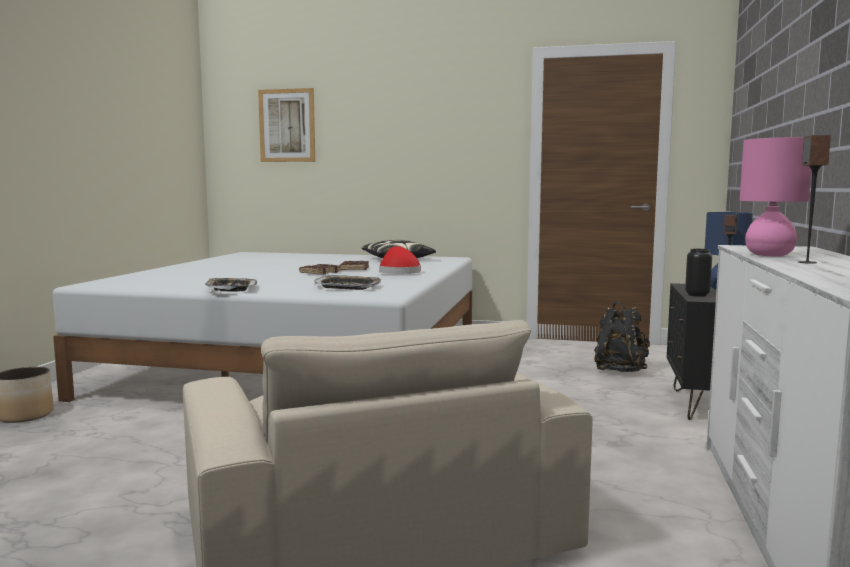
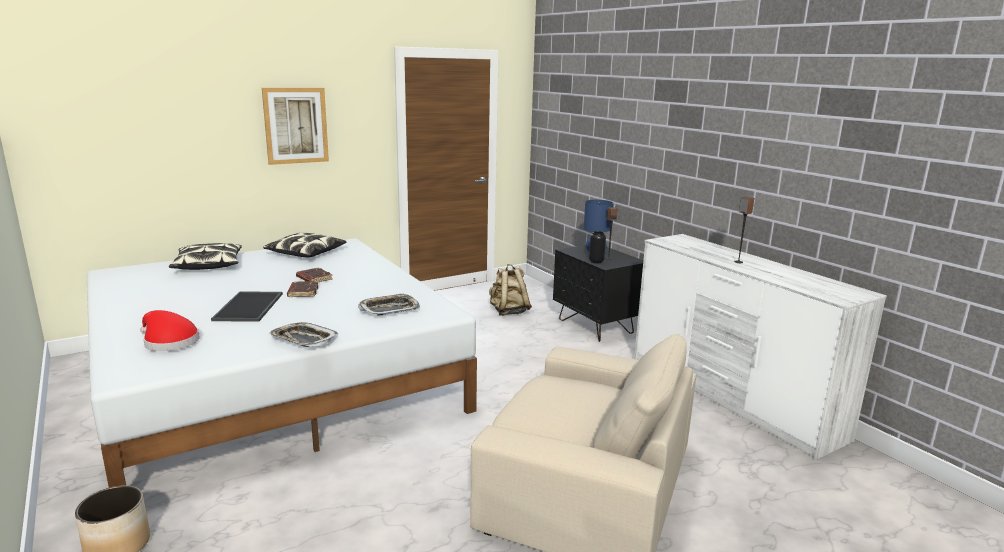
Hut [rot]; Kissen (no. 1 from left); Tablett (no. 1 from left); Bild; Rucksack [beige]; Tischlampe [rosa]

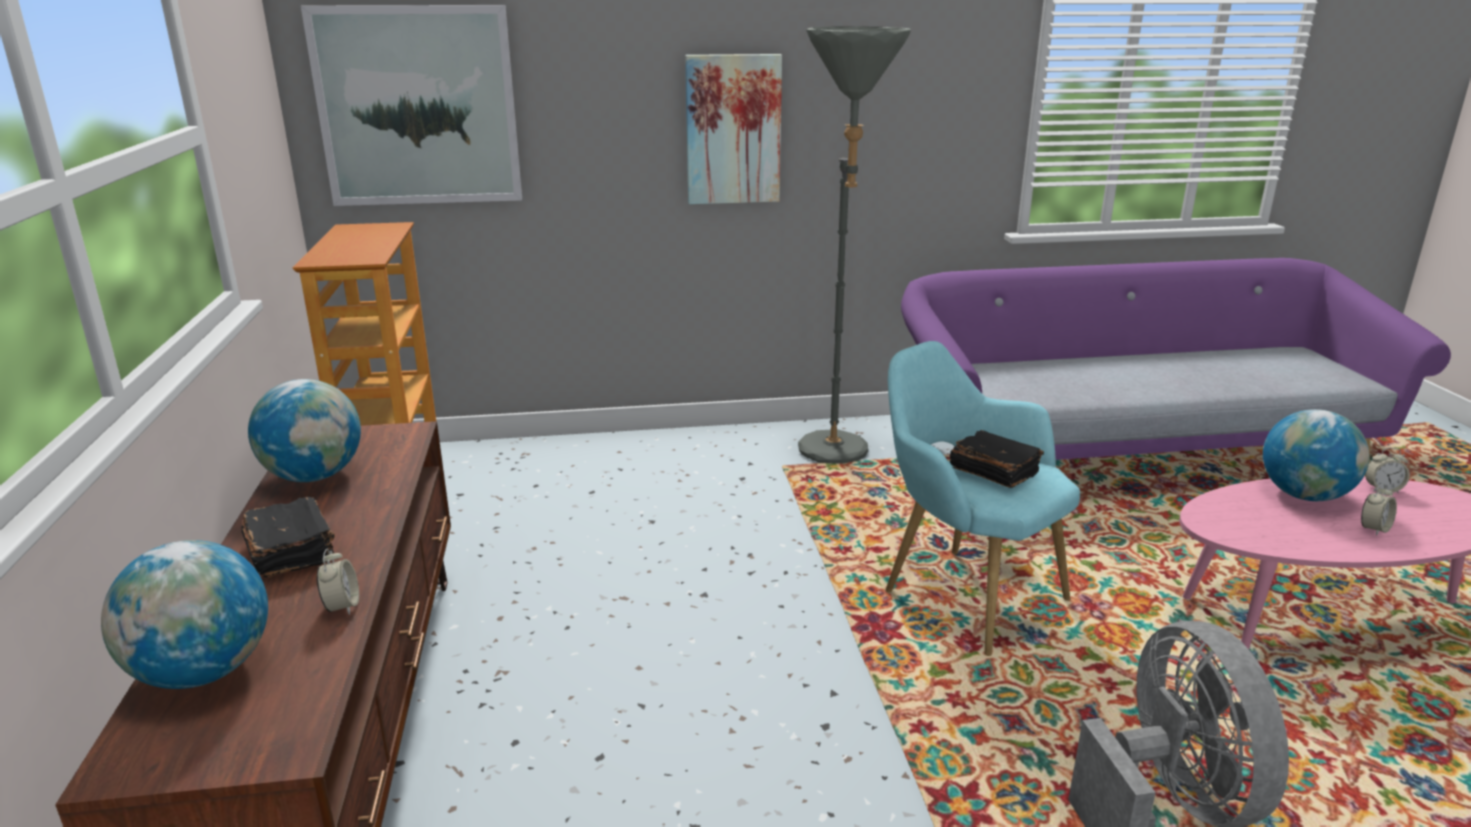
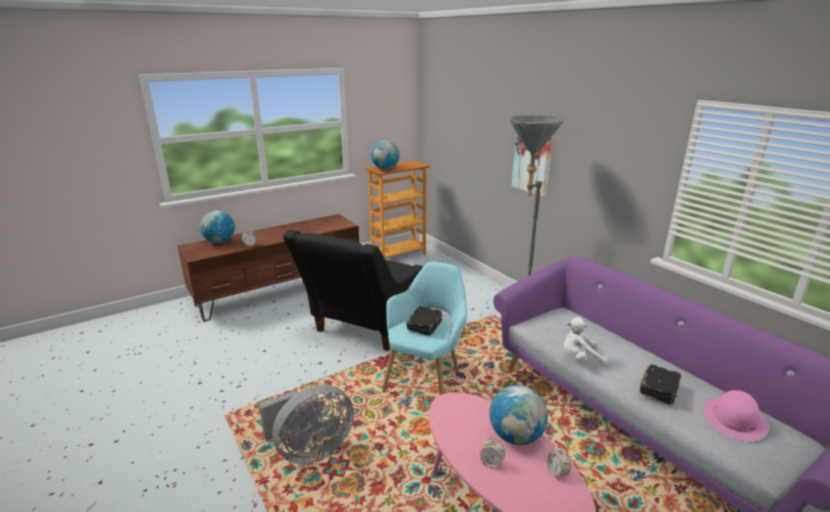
Sessel [schwarz]; Globus (no. 2 from left); Plüschtier [weiß]; Buch [schwarz] (no. 2 from left); Hut [rosa]; Bild (no. 1 from left in the first image)

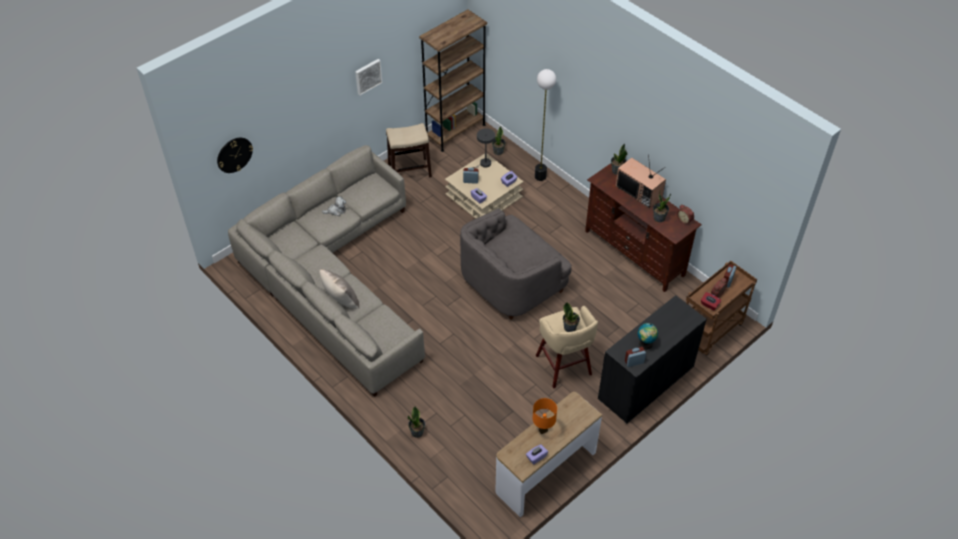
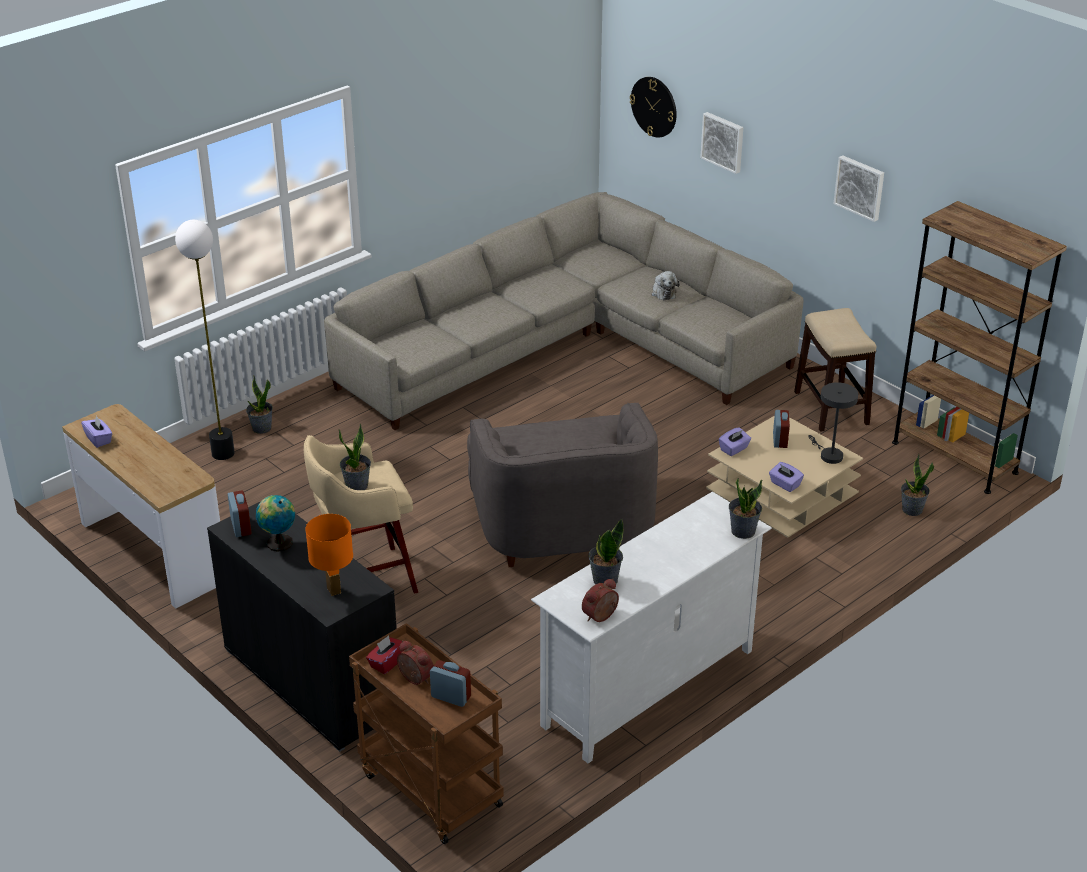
Stehlampe; Tischlampe [orange]; Sessel [grau]; Fernsehschrank [weiß]; Bild (no. 1 from left); Kissen [beige]; Fernseher

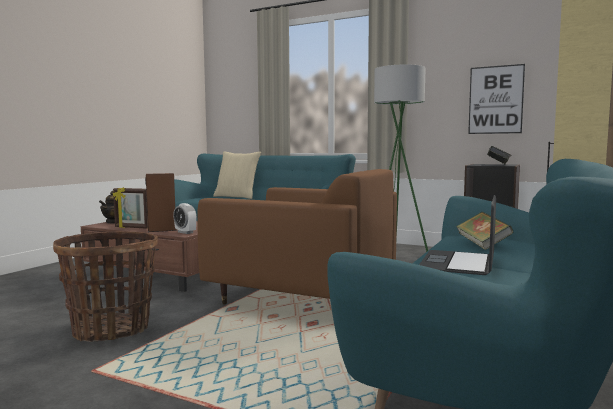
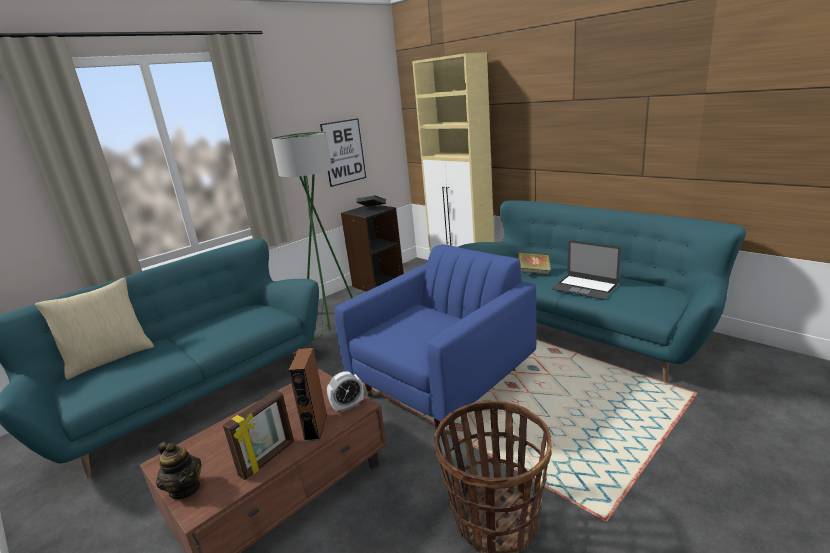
Sessel [blau]

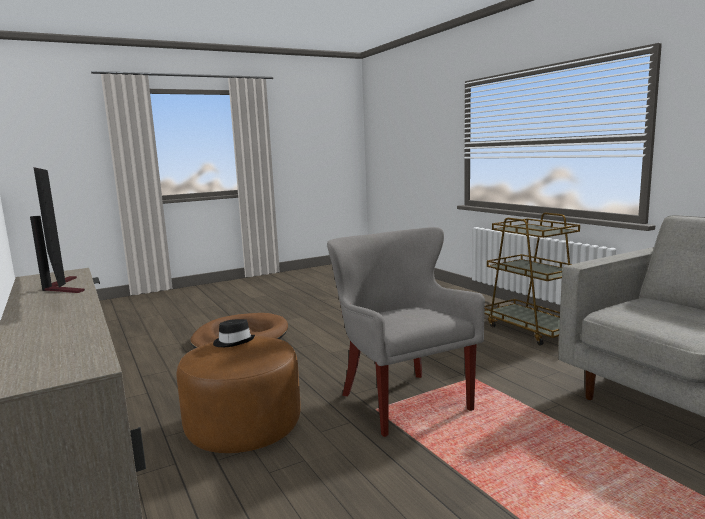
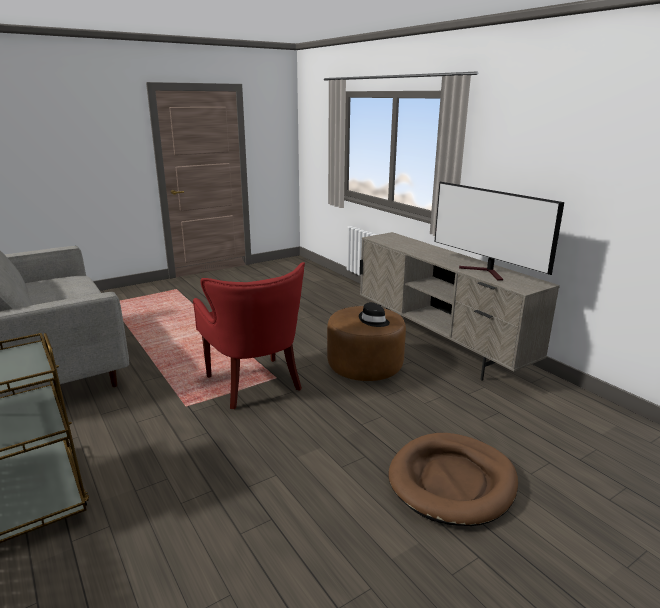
Sessel [rot]

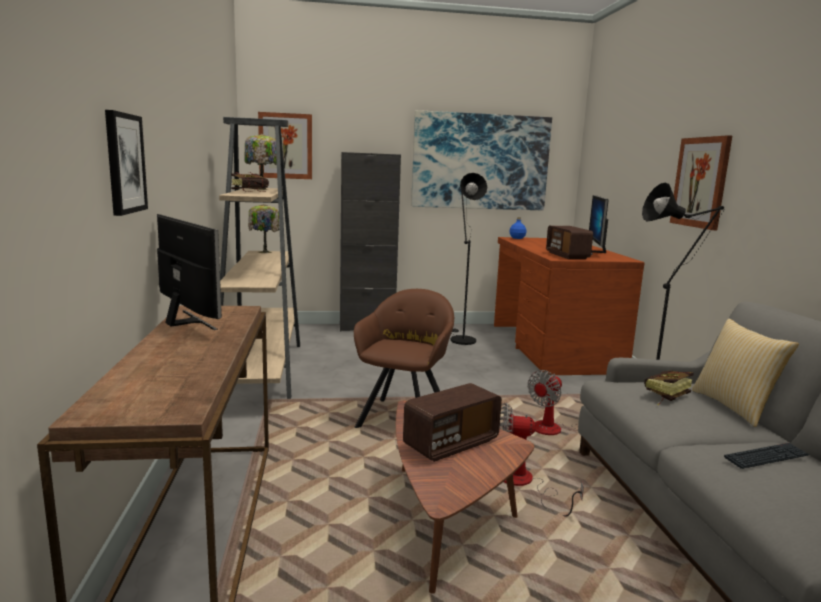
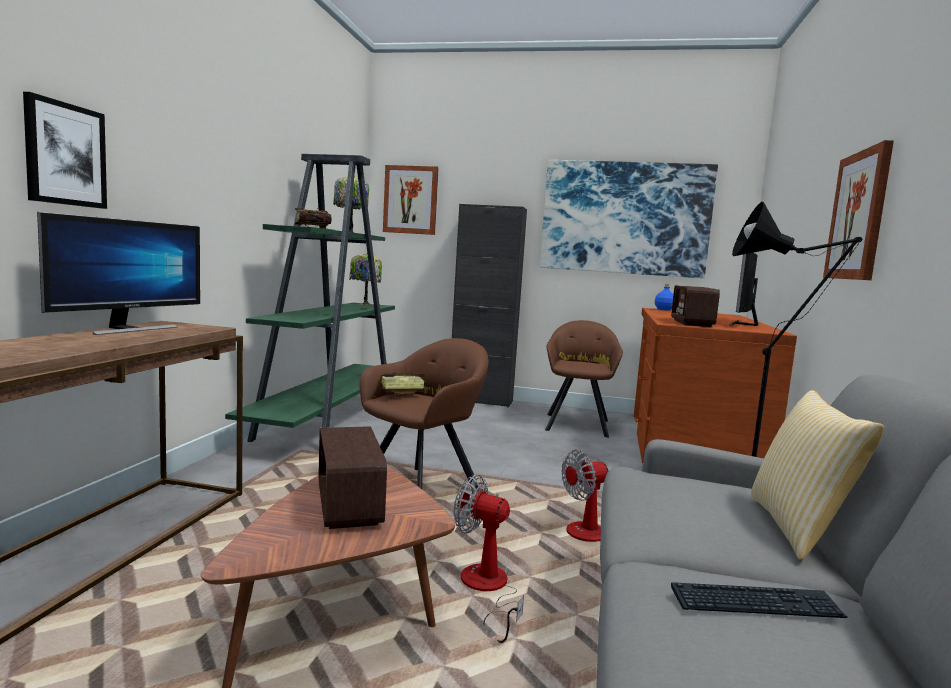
Monitor (no. 1 from left); Bücherregal [grün]; Radio (no. 1 from left); Buch (no. 2 from left); Sessel [braun] (no. 2 from left)

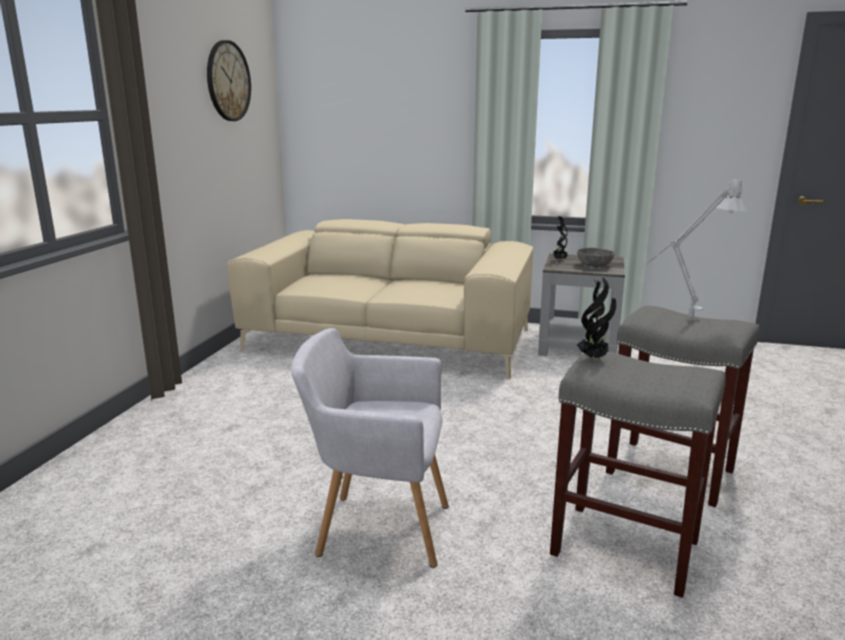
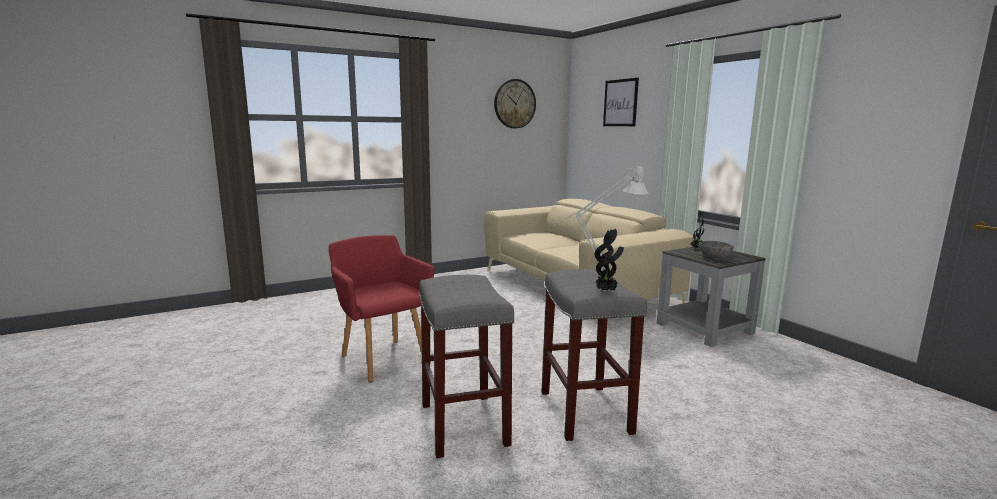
Sessel [rot]; Topfpflanze (no. 1 from left); Bild

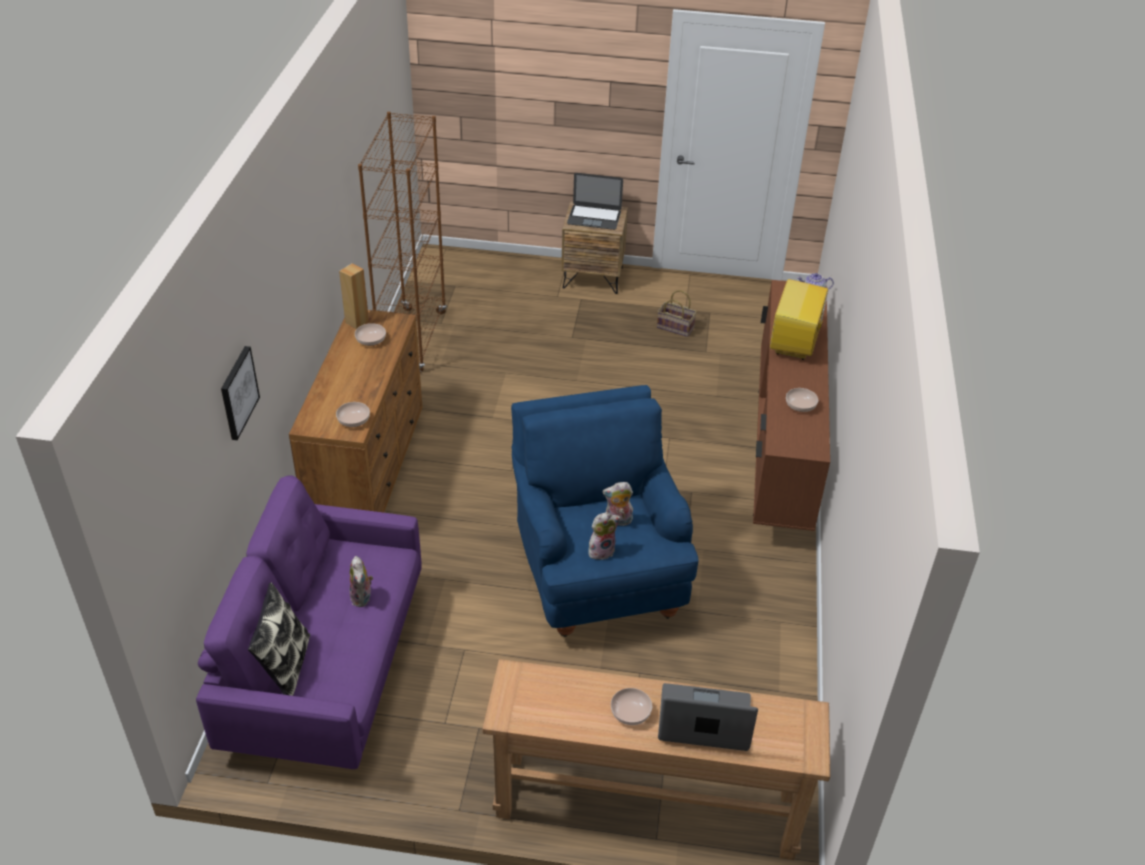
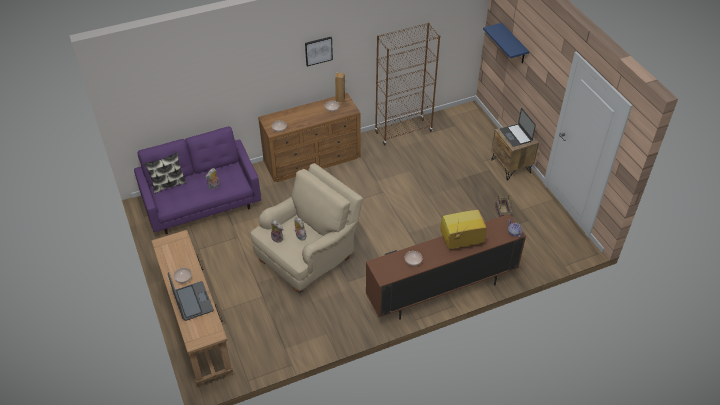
Sessel [beige]; Bild; Wandregal [blau]

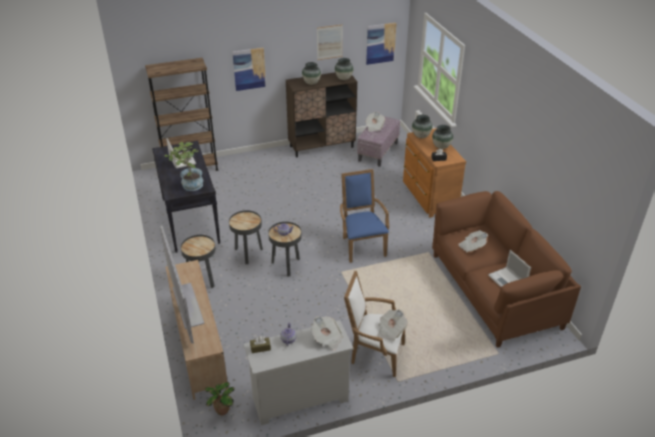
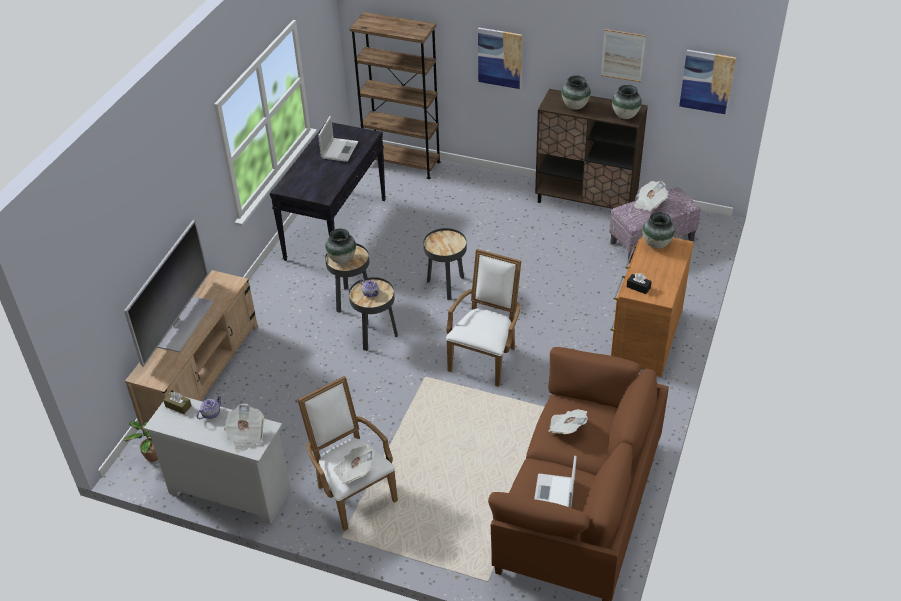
Vase (no. 1 from left); Beistelltisch [schwarz] (no. 3 from left); Sessel [weiß] (no. 2 from left); Topfpflanze (no. 1 from left in the first image)

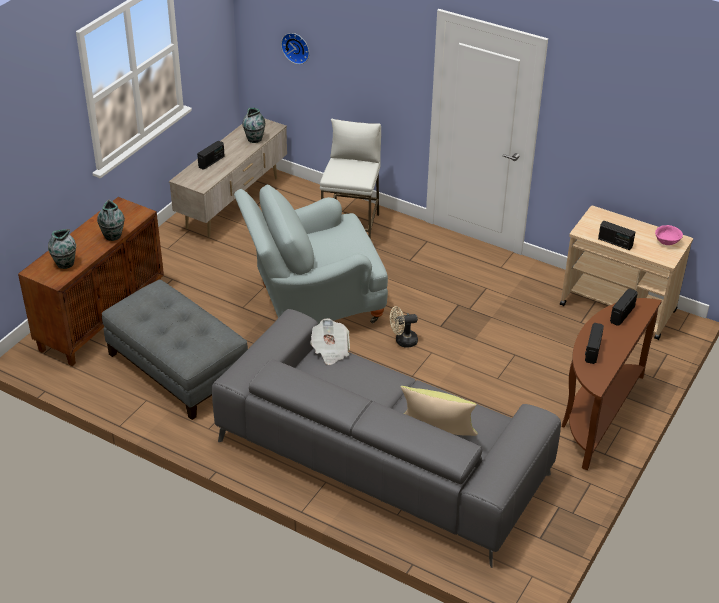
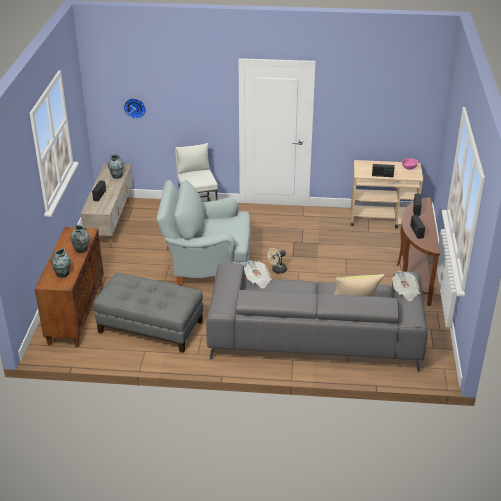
Sessel [grau]; Zeitung (no. 2 from left)

